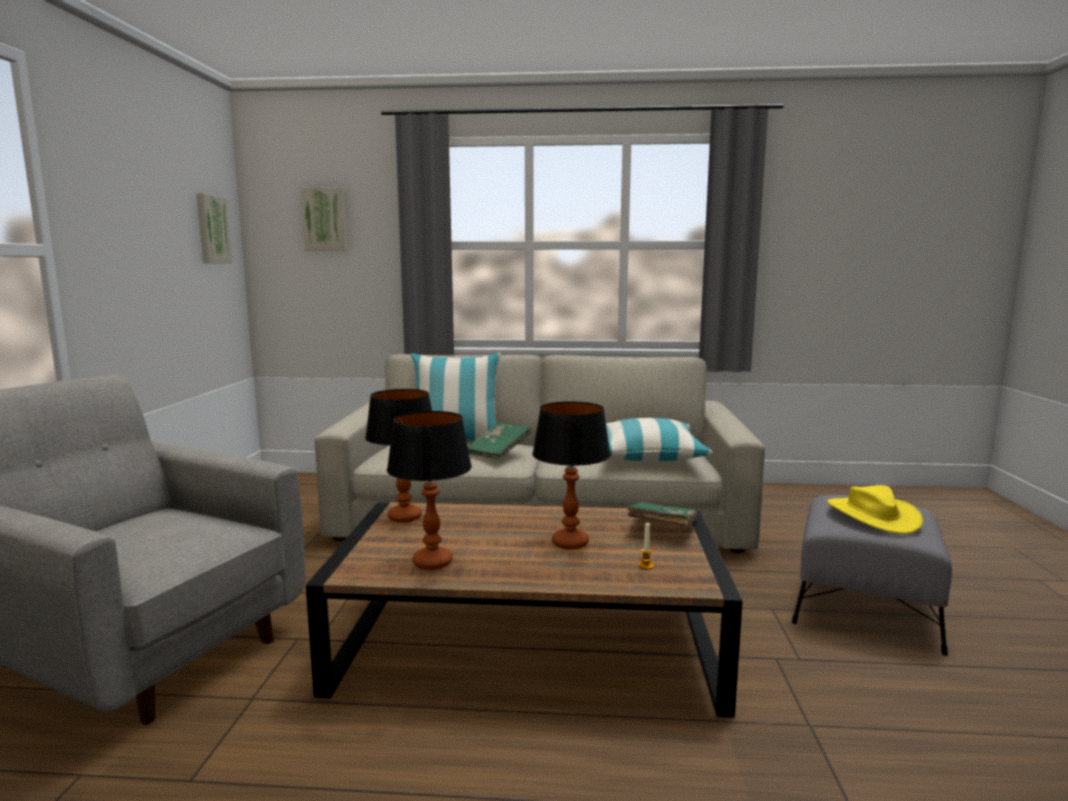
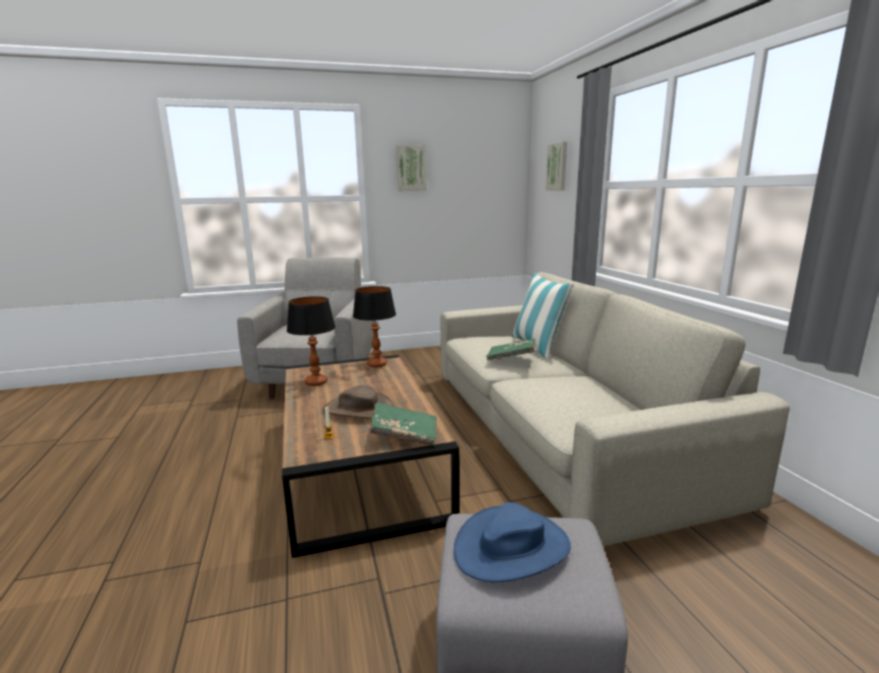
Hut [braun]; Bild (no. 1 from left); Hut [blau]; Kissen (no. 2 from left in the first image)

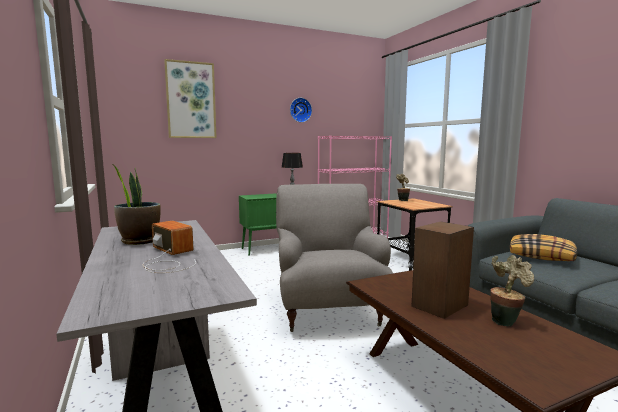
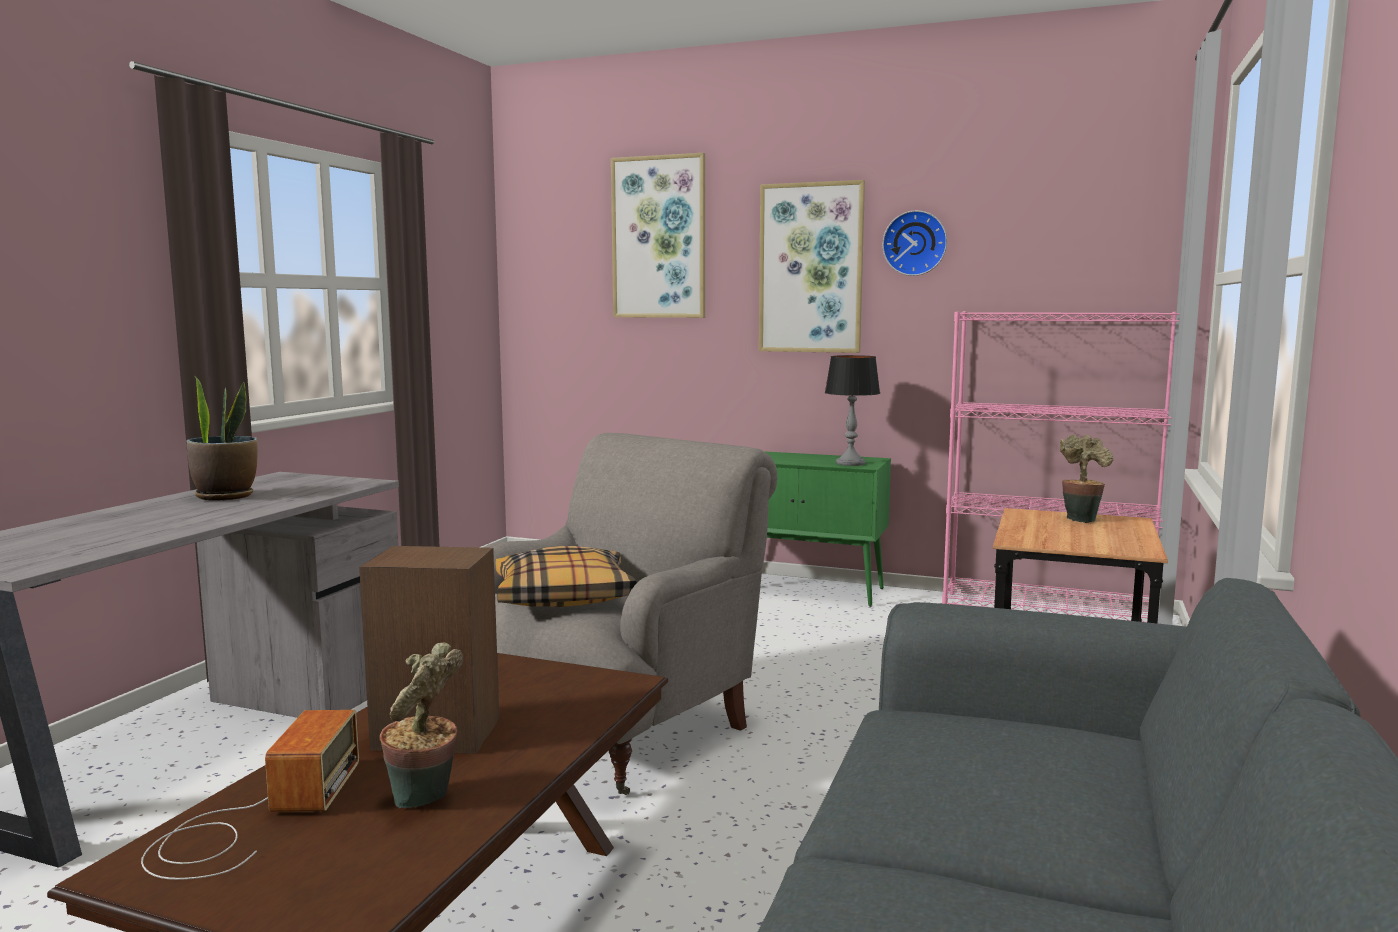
Radio; Kissen; Bild (no. 2 from left)

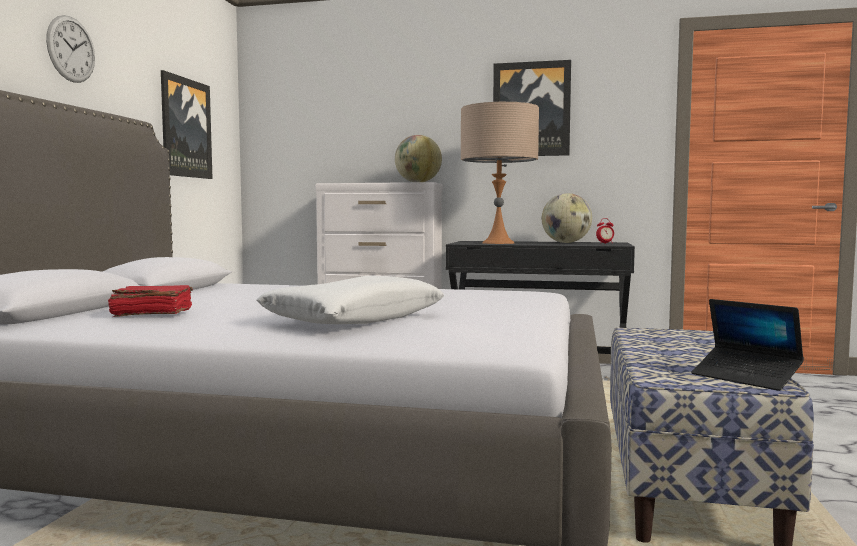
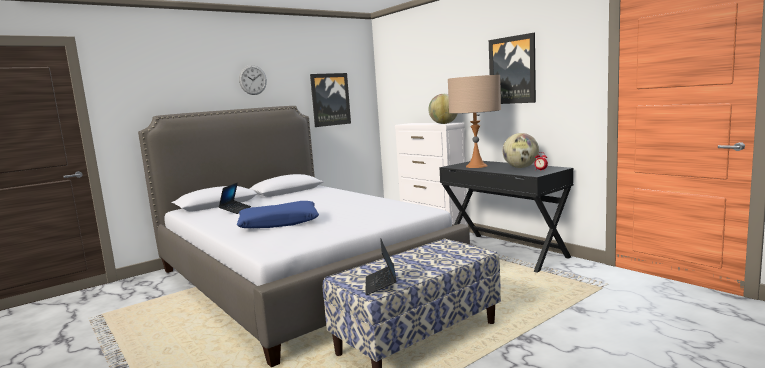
Laptop (no. 1 from left); Kissen [blau]

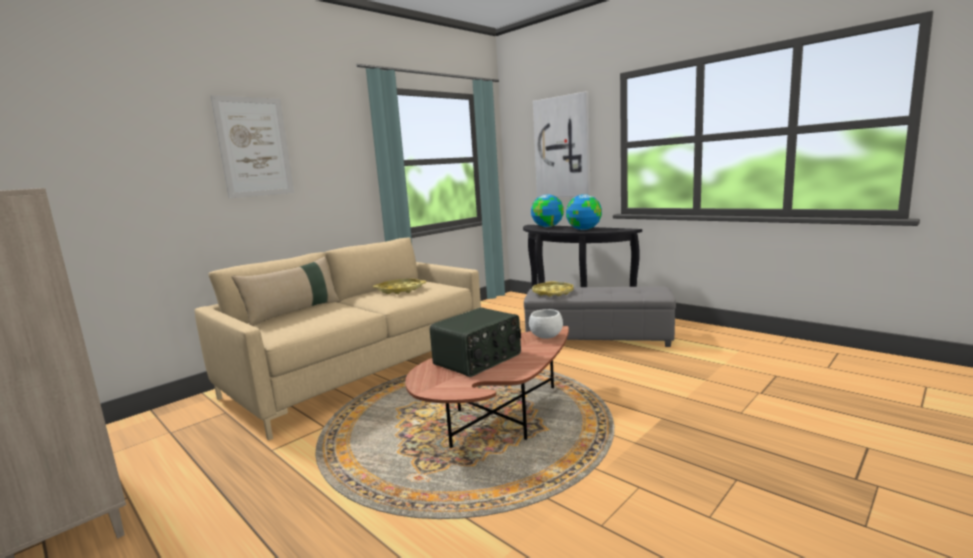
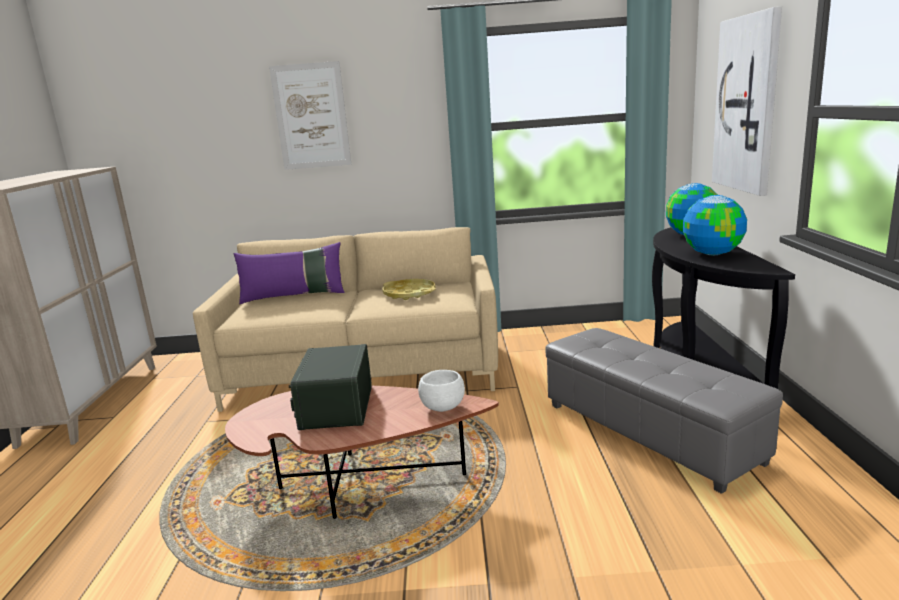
Kissen [lila]; Radio; Tablett [gelb] (no. 2 from left in the first image)

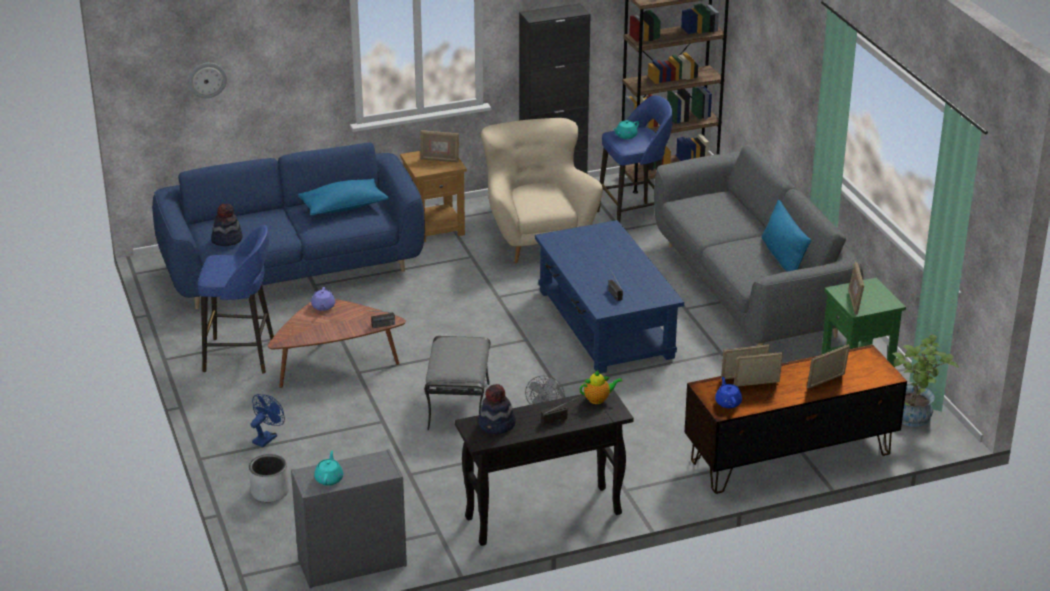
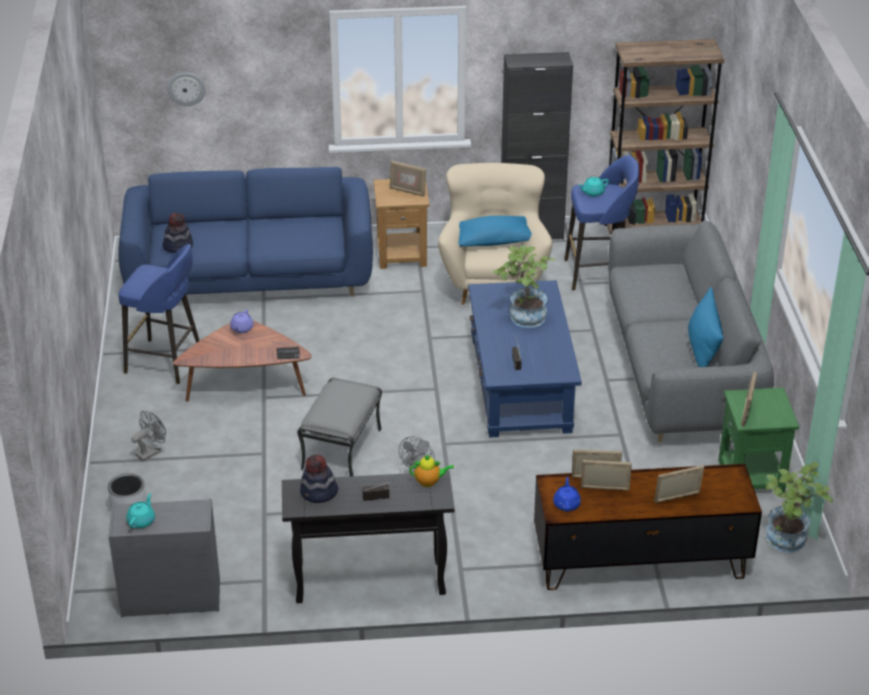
Ventilator [grau] (no. 1 from left); Kissen [blau] (no. 1 from left); Topfpflanze (no. 1 from left)

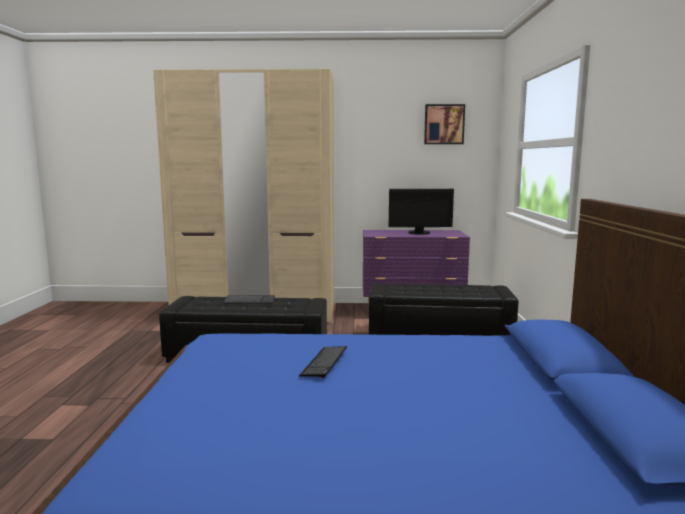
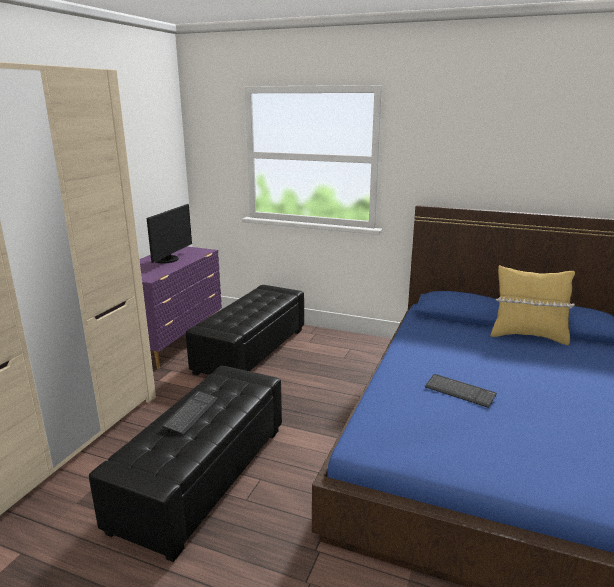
Kissen [gelb]; Bild

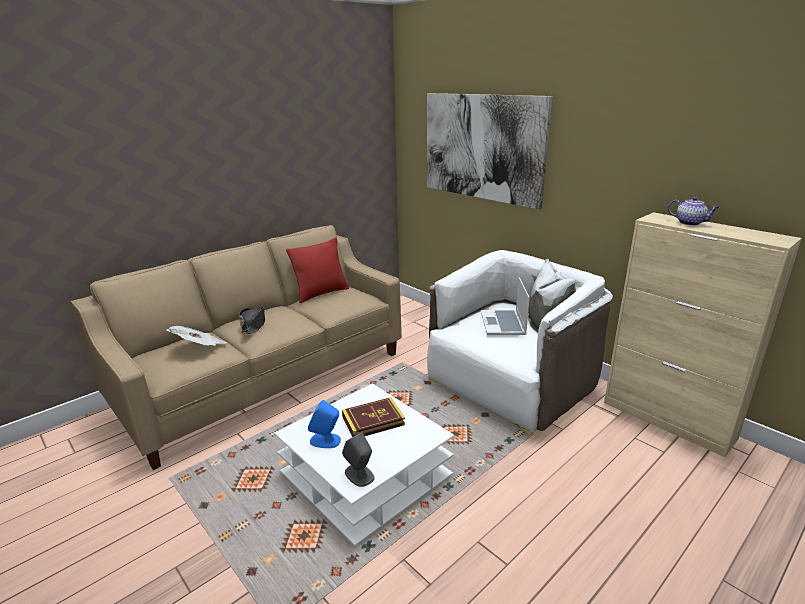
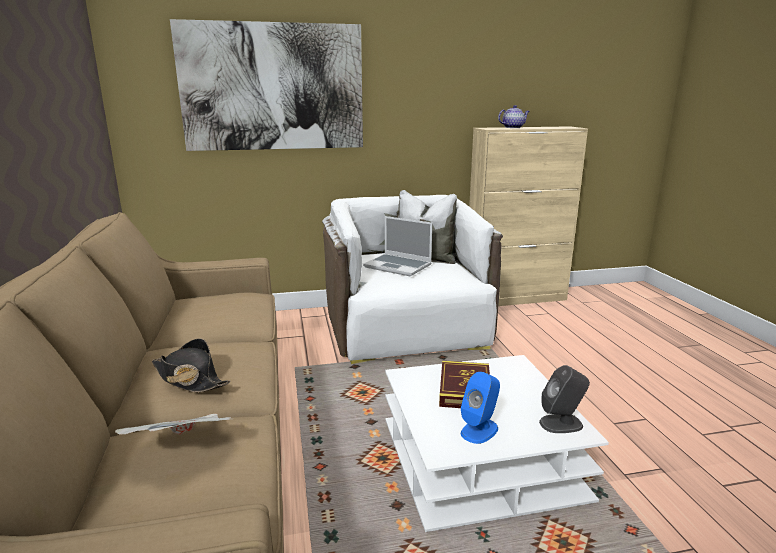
Kissen [rot]

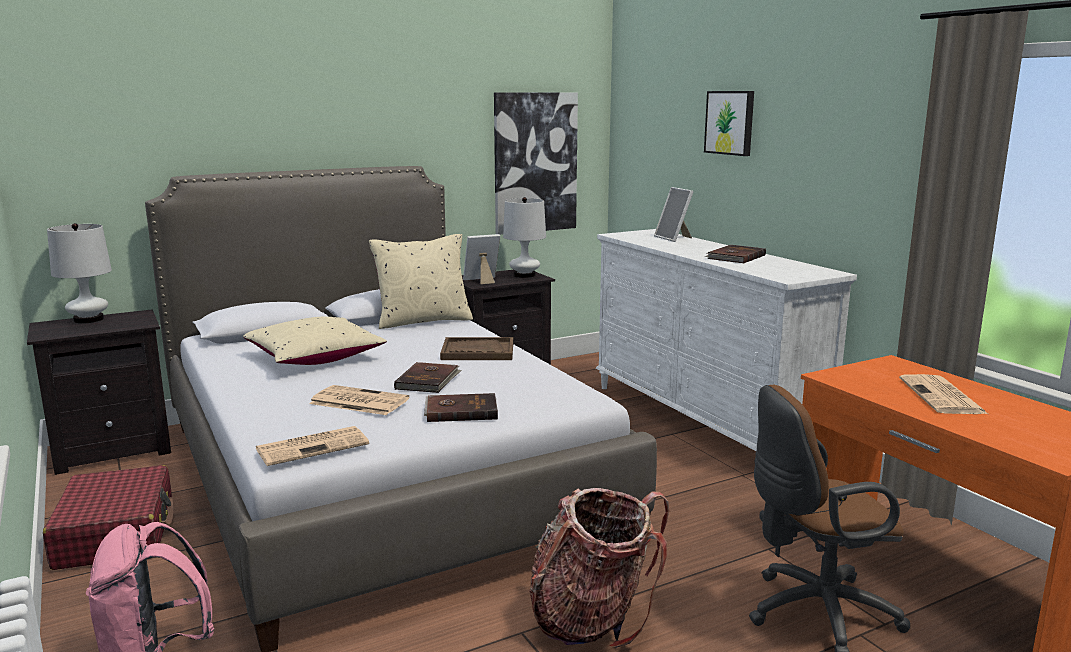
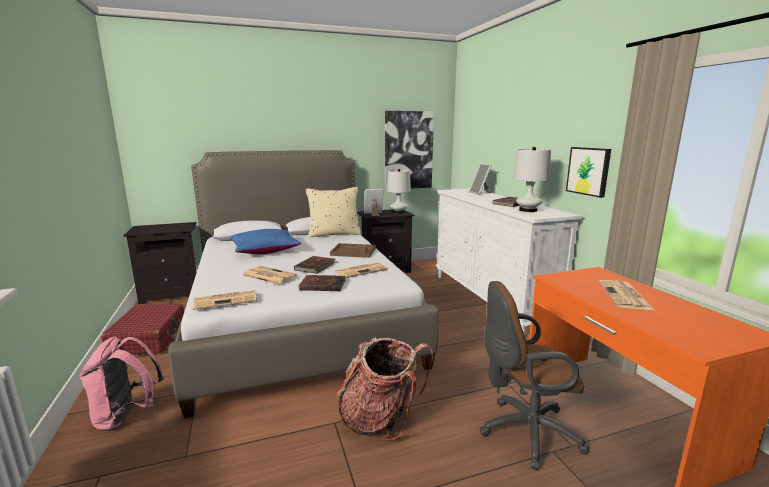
Kissen [blau]; Zeitung (no. 3 from left); Tischlampe [weiß] (no. 2 from left); Bild (no. 2 from left)

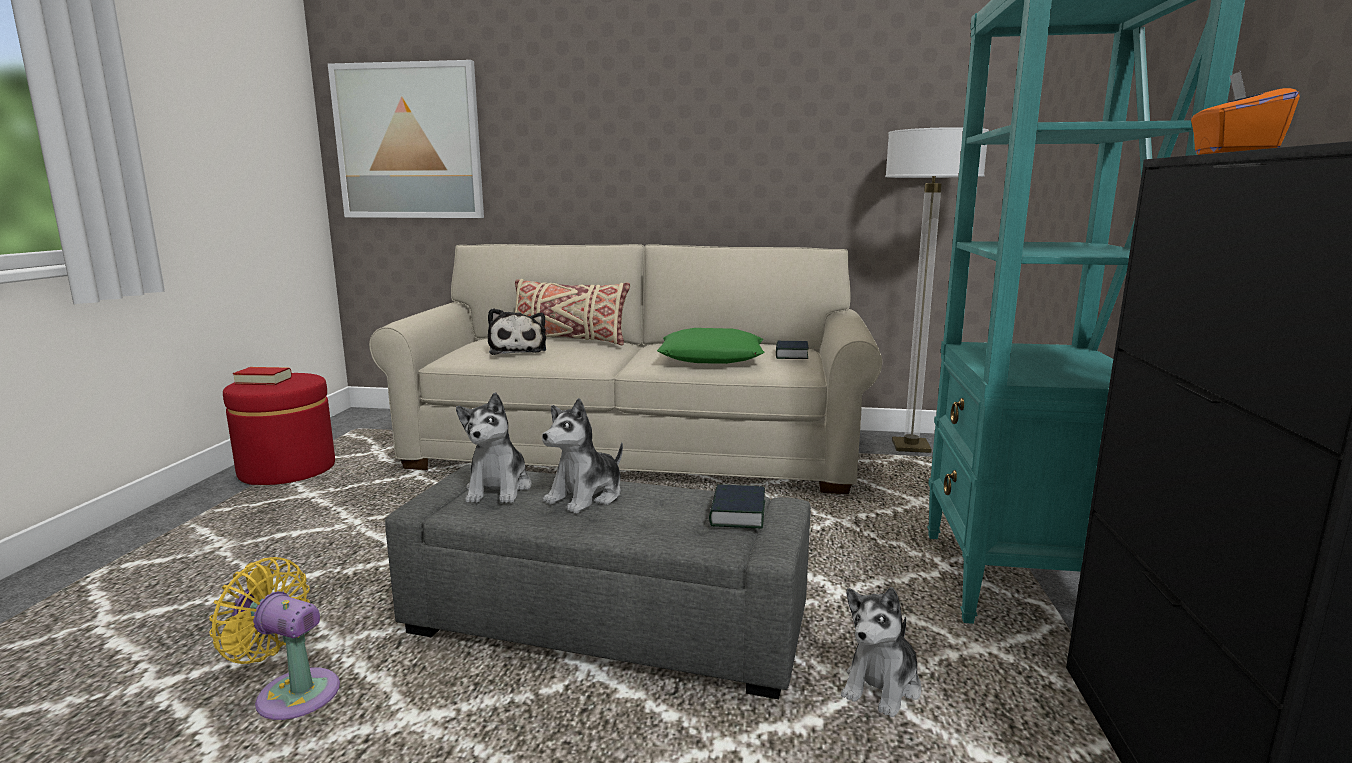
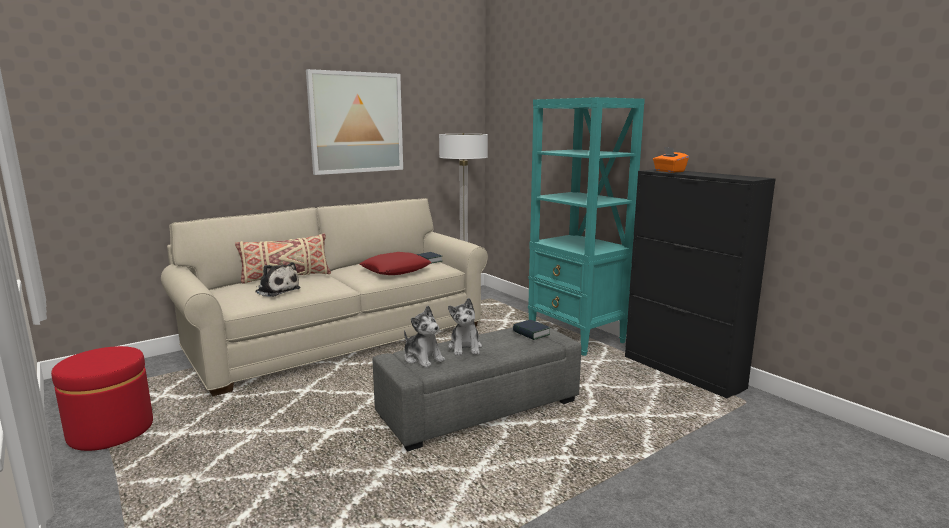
Bild; Kissen [rot]; Ventilator [gelb]; Buch (no. 1 from left in the first image); Plüschtier (no. 4 from left in the first image)

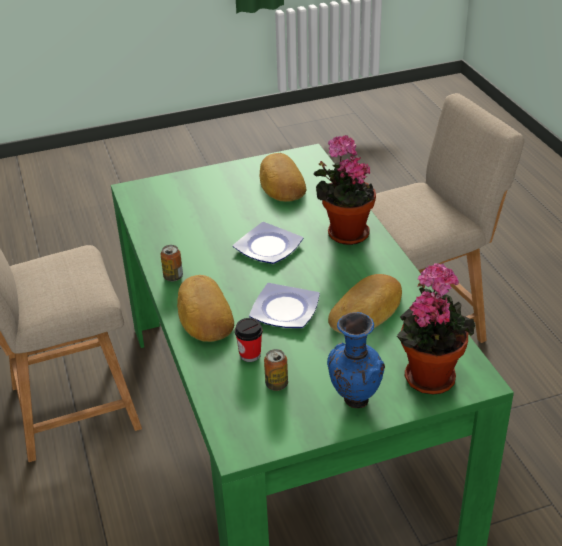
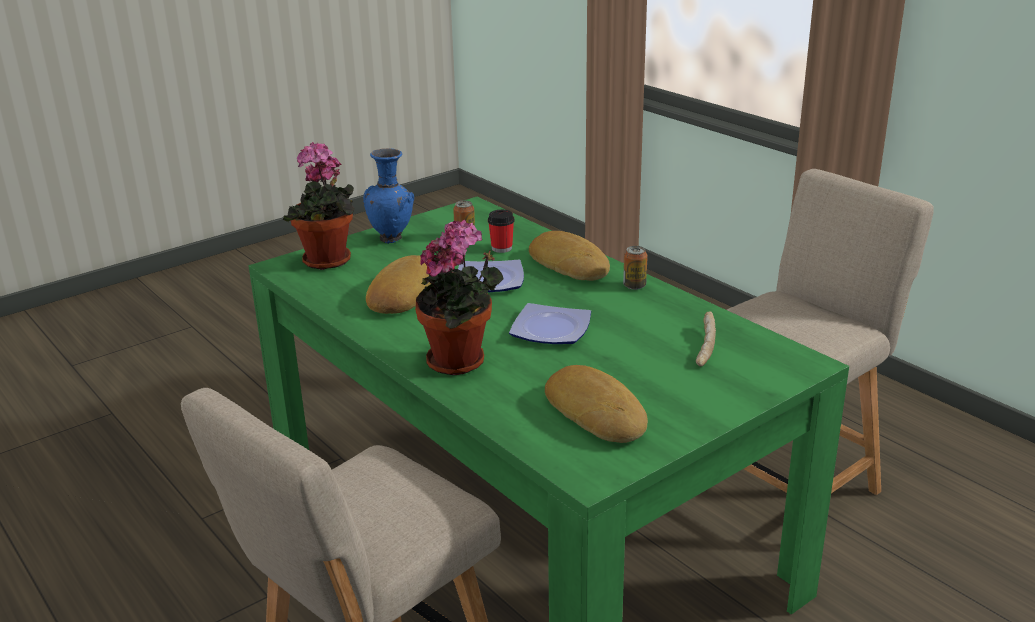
Brot (no. 4 from left)

